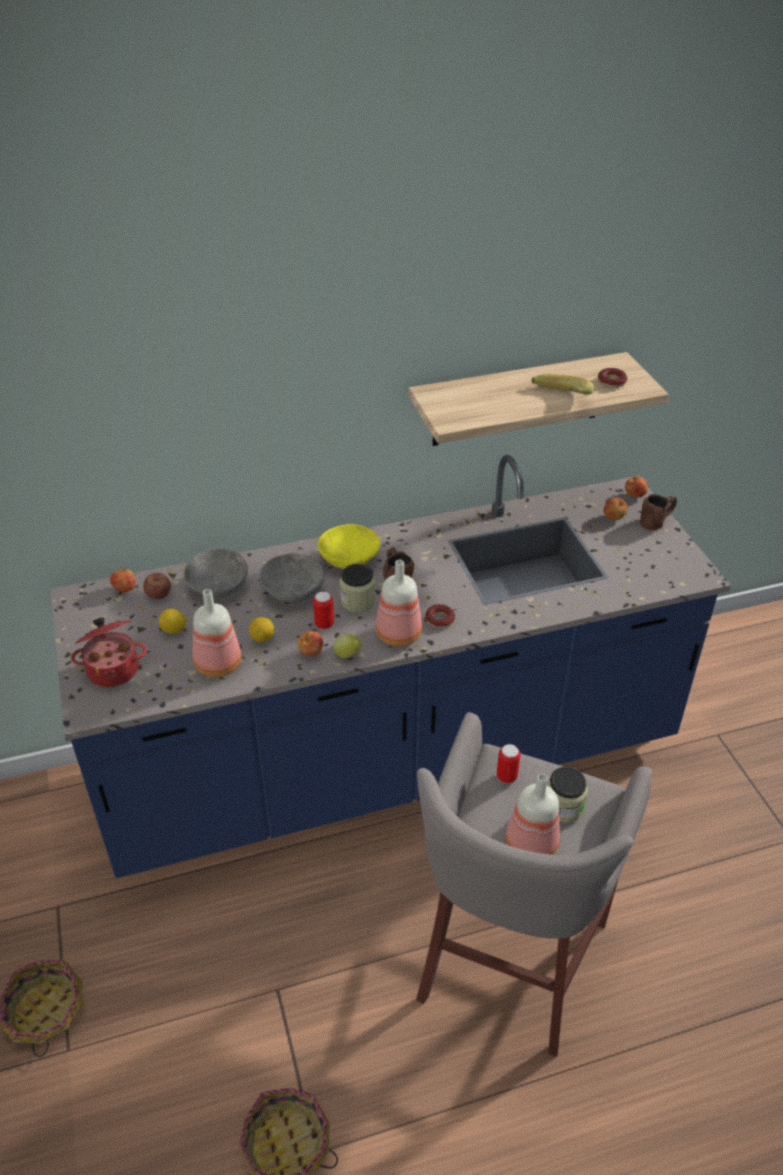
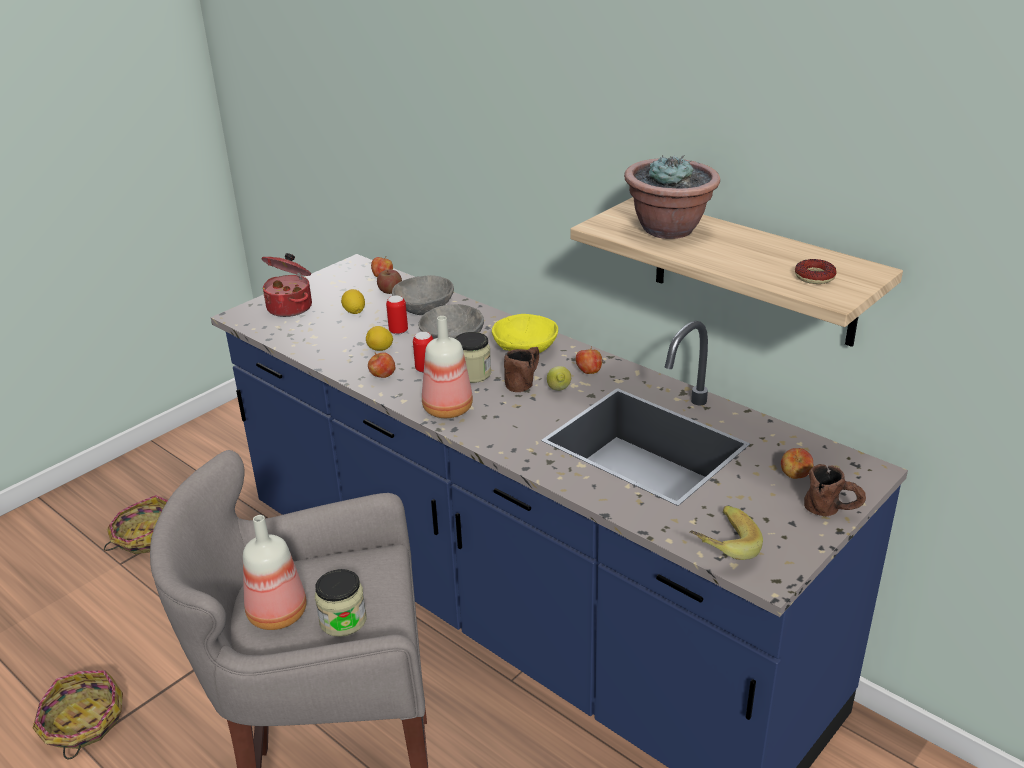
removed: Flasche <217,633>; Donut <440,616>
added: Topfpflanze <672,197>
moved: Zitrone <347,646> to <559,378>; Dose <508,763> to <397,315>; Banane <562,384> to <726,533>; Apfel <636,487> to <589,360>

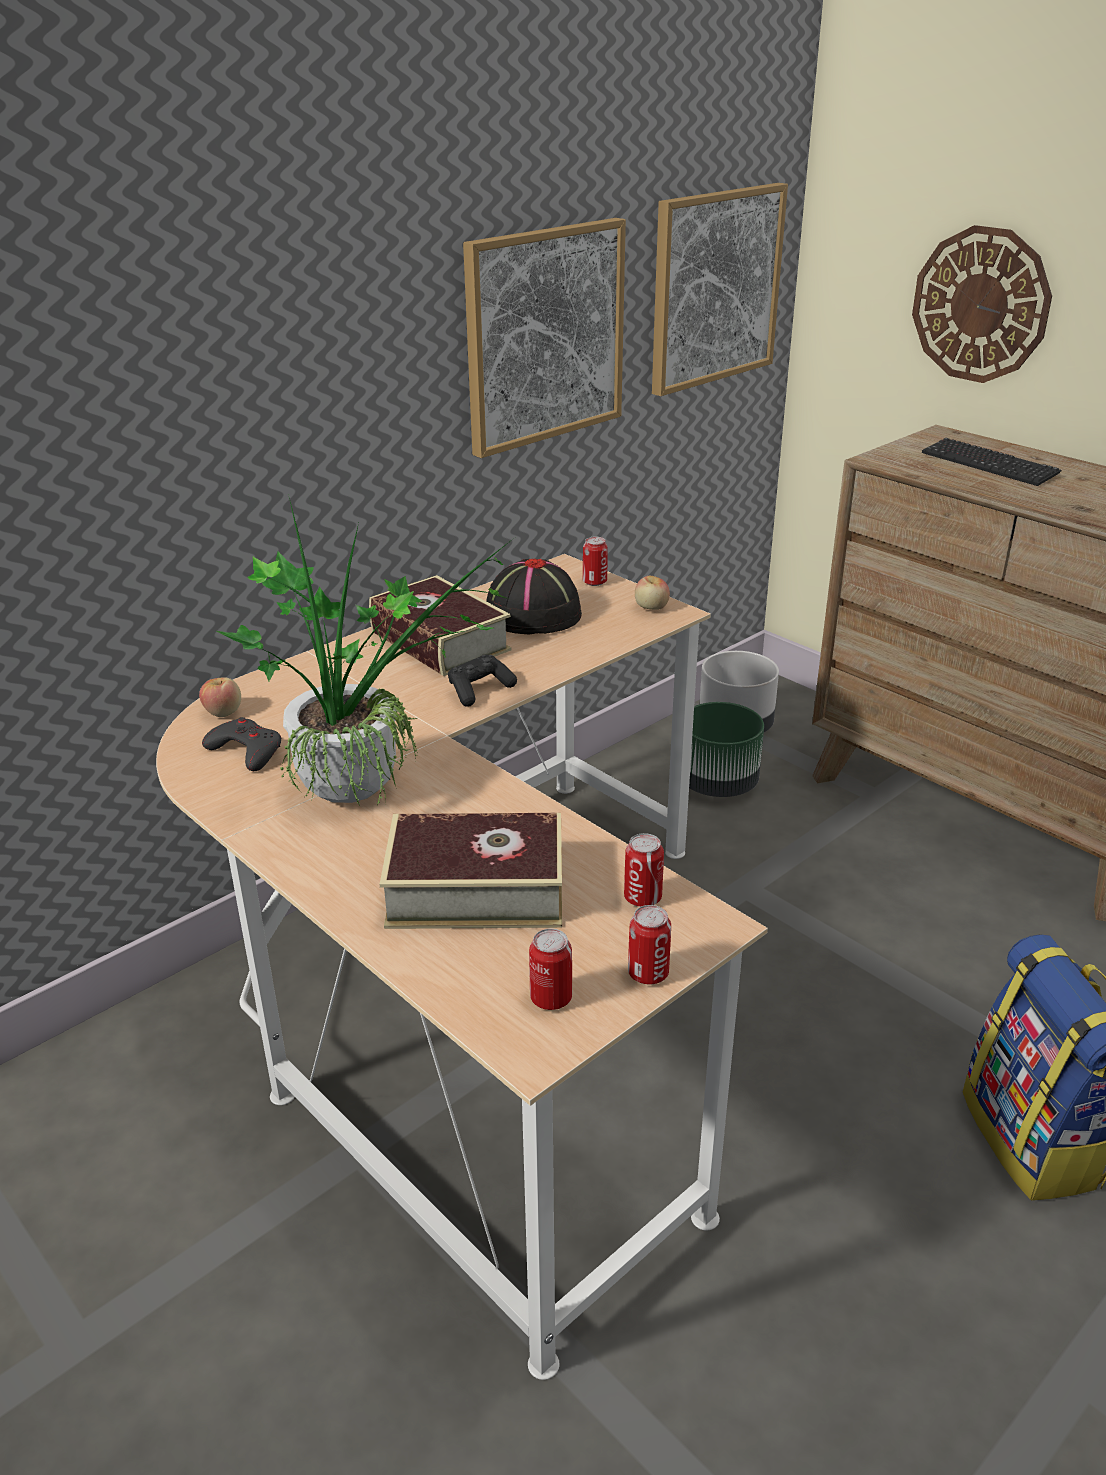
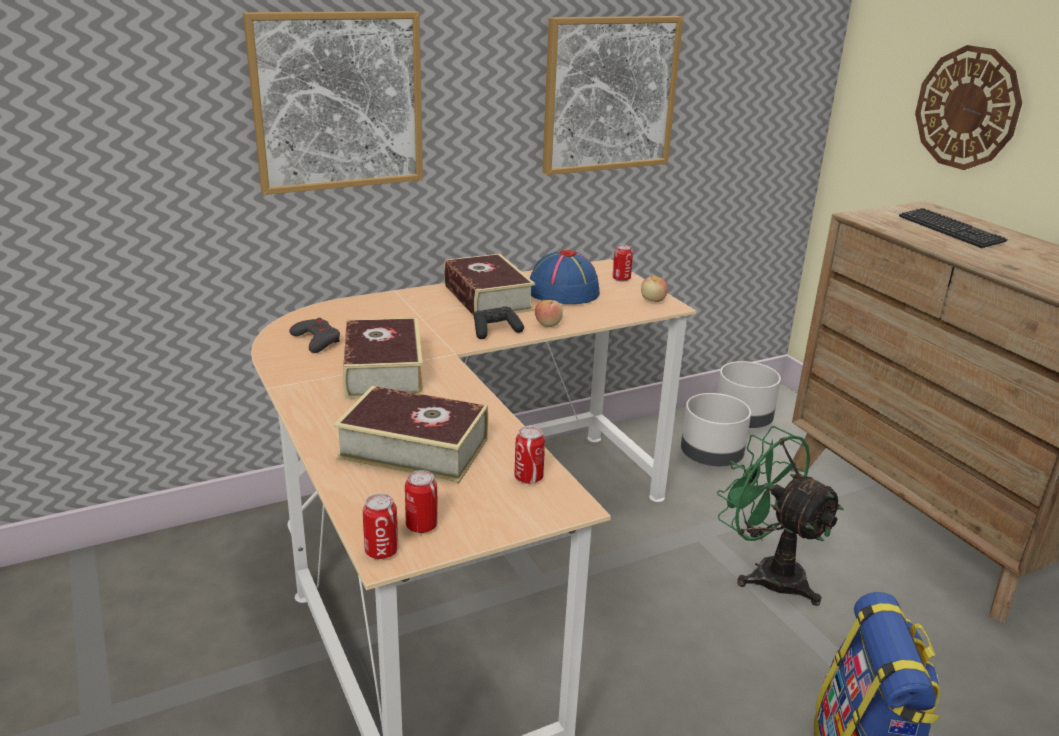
added: Ventilator [grün] <780,516>
moved: Apfel <220,697> to <549,313>; Dose <649,944> to <380,526>; Bild <720,289> to <333,103>
replaced: Topfpflanze <364,650> to Buch <383,358>
recoloured: Hut [schwarz] <534,596> to Hut [blau] <565,277>; Pflanzkübel [grün] <726,749> to Pflanzkübel [grau] <716,429>

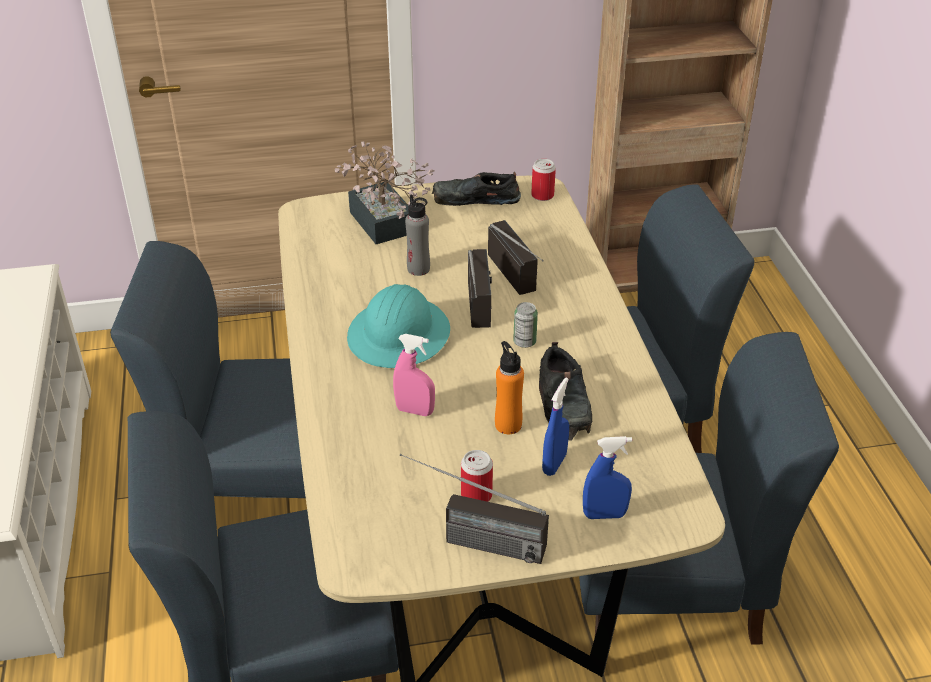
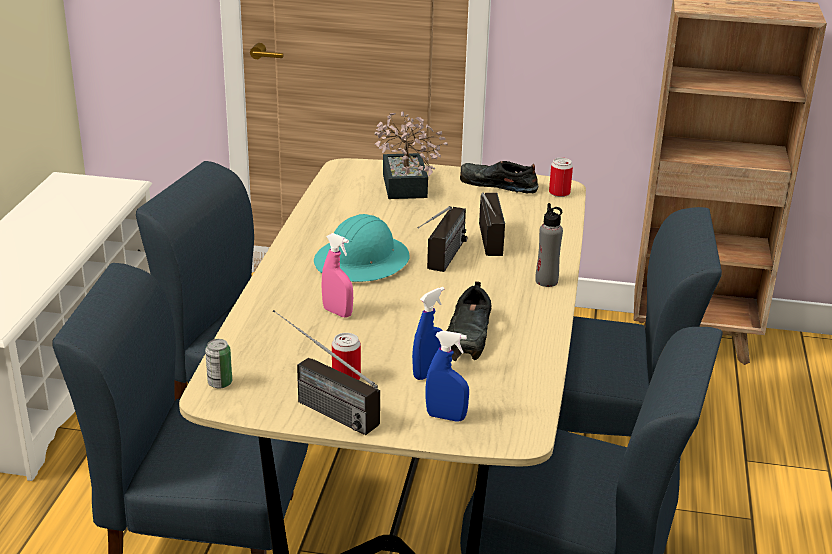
removed: Flasche [orange] <509,387>
moved: Flasche [grau] <417,235> to <549,245>; Dose <525,325> to <218,364>

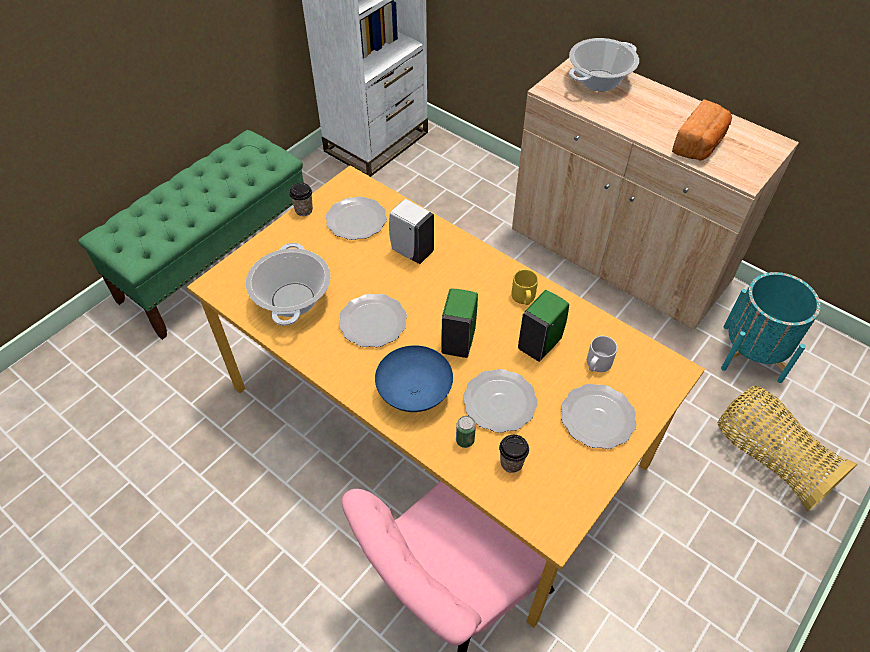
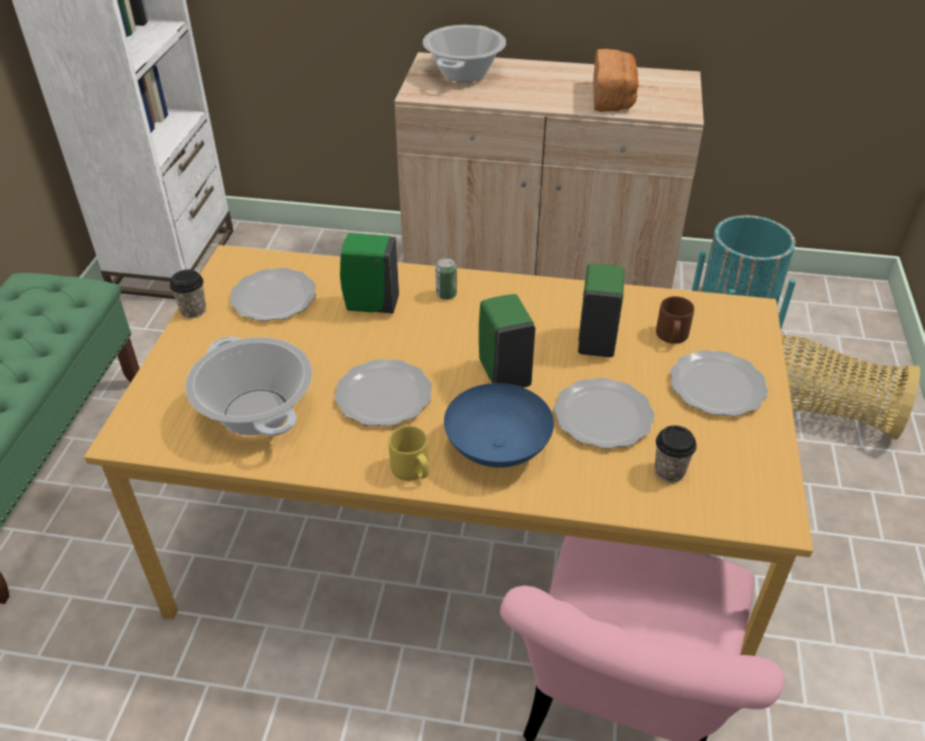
moved: Dose <466,432> to <446,278>; Henkelbecher [gelb] <524,287> to <408,453>
recoloured: Seifenspender [weiß] <411,231> to Seifenspender [grün] <369,273>; Henkelbecher [grau] <602,354> to Henkelbecher [braun] <675,320>

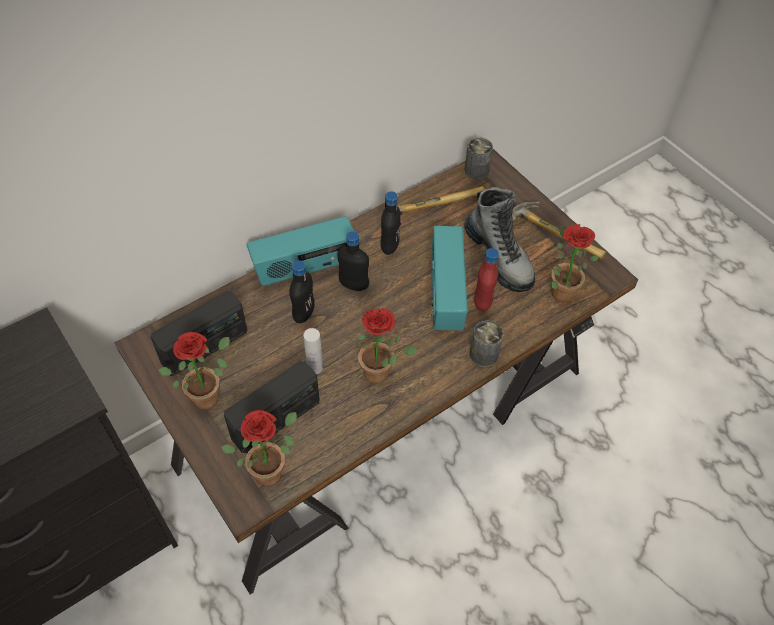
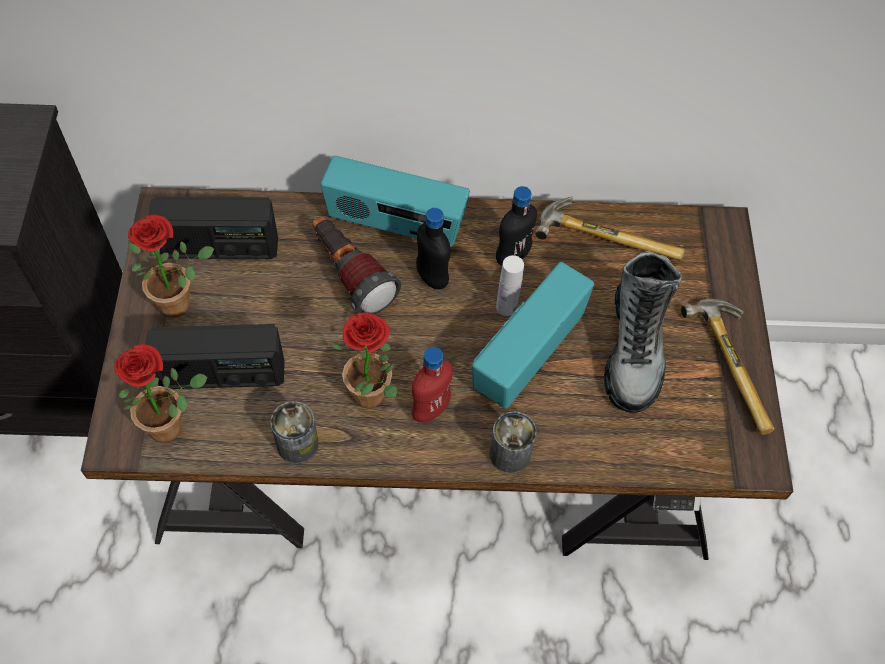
removed: Topfpflanze <575,263>
moved: Flasche [weiß] <313,351> to <510,285>; Dose <478,158> to <295,432>; Flasche [rot] <486,279> to <432,384>
replaced: Flasche [schwarz] <302,291> to Taschenlampe <356,266>

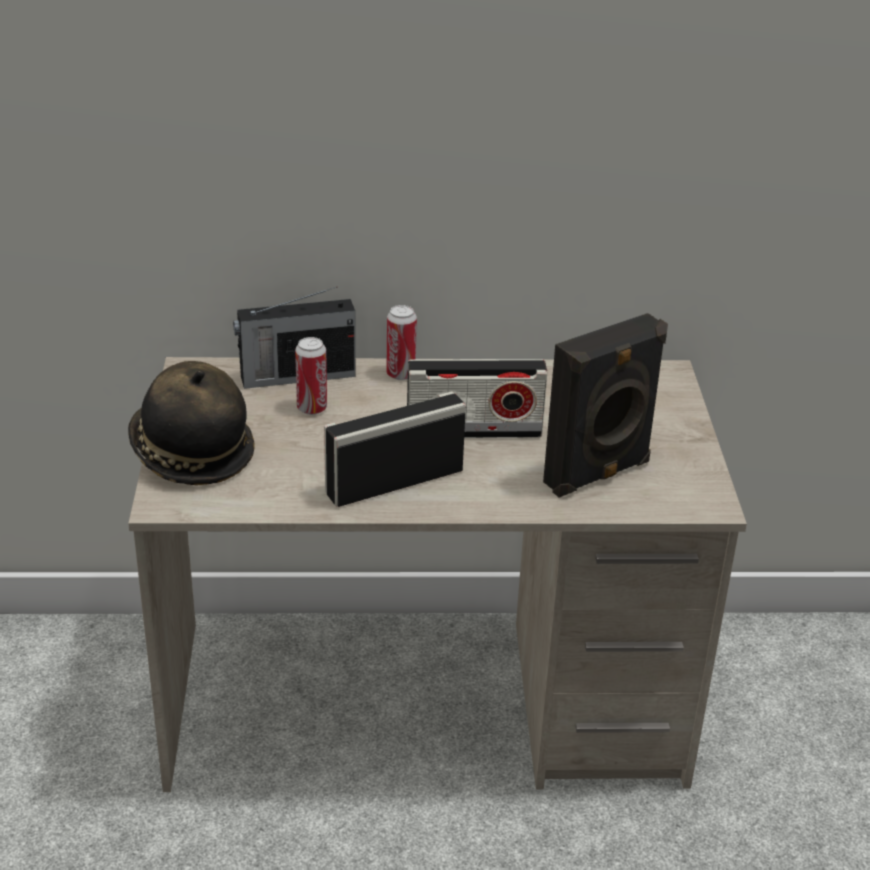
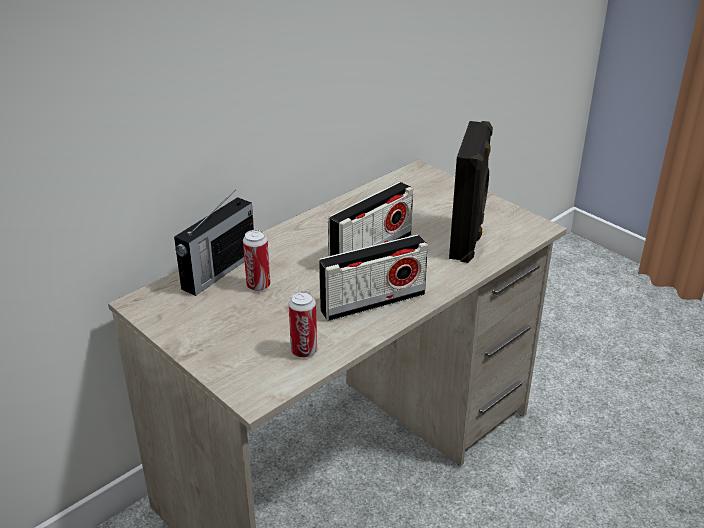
removed: Hut <191,423>
moved: Dose <401,342> to <302,324>
turned: Radio <395,449> = <373,277> 135 degrees counterclockwise

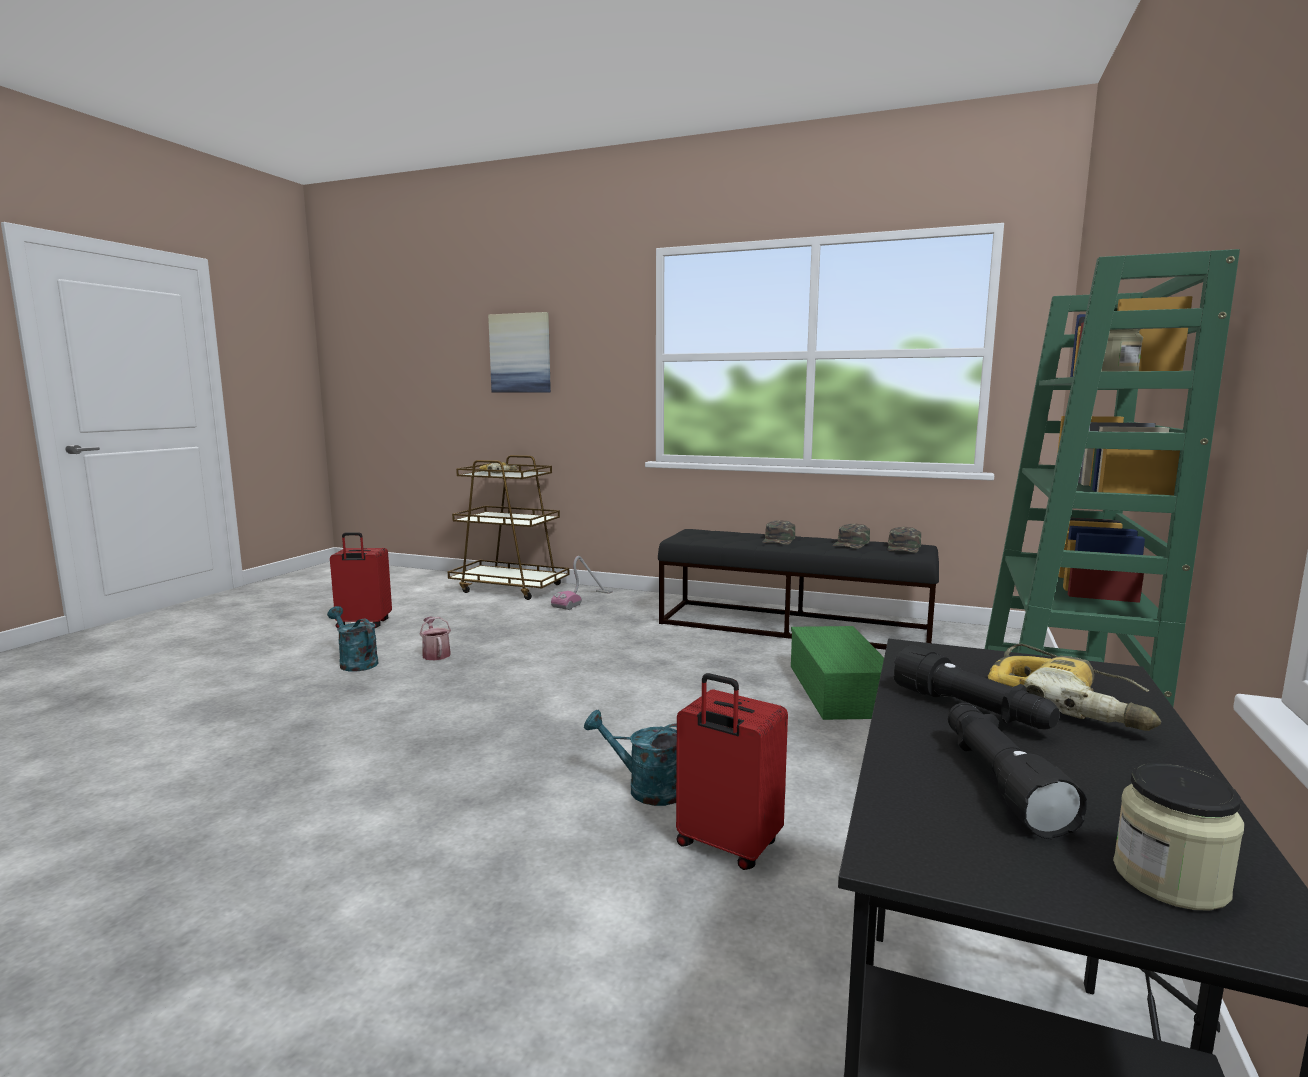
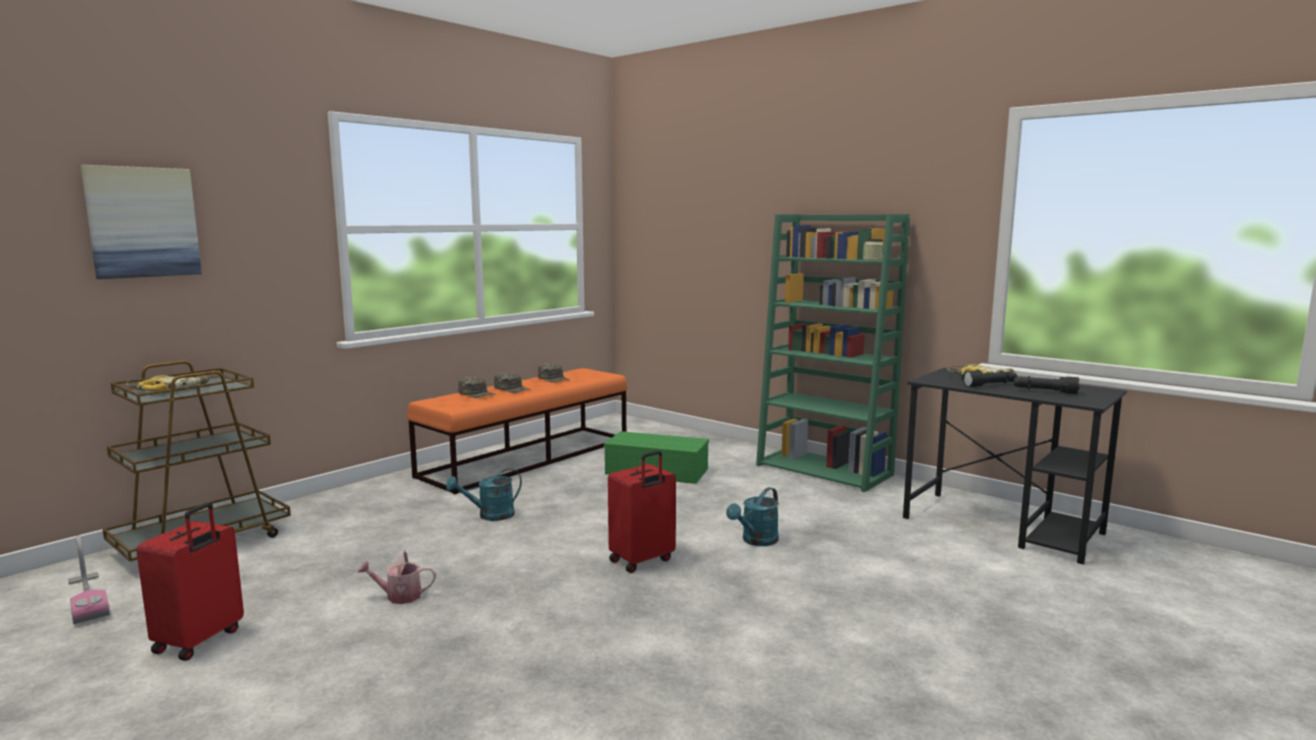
removed: Vorratsglas <1178,837>
moved: Gießkanne [türkis] <353,638> to <484,495>; Staubsauger <582,583> to <89,579>; Koffer [rot] <732,771> to <642,511>; Kappe [grün] <904,540> to <477,387>
recoloured: Bank [schwarz] <798,589> to Bank [orange] <517,431>

